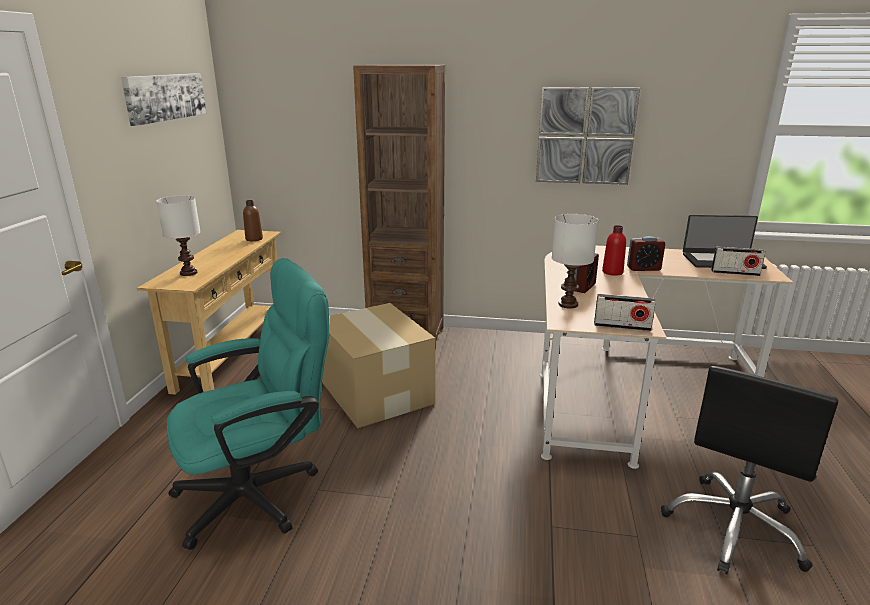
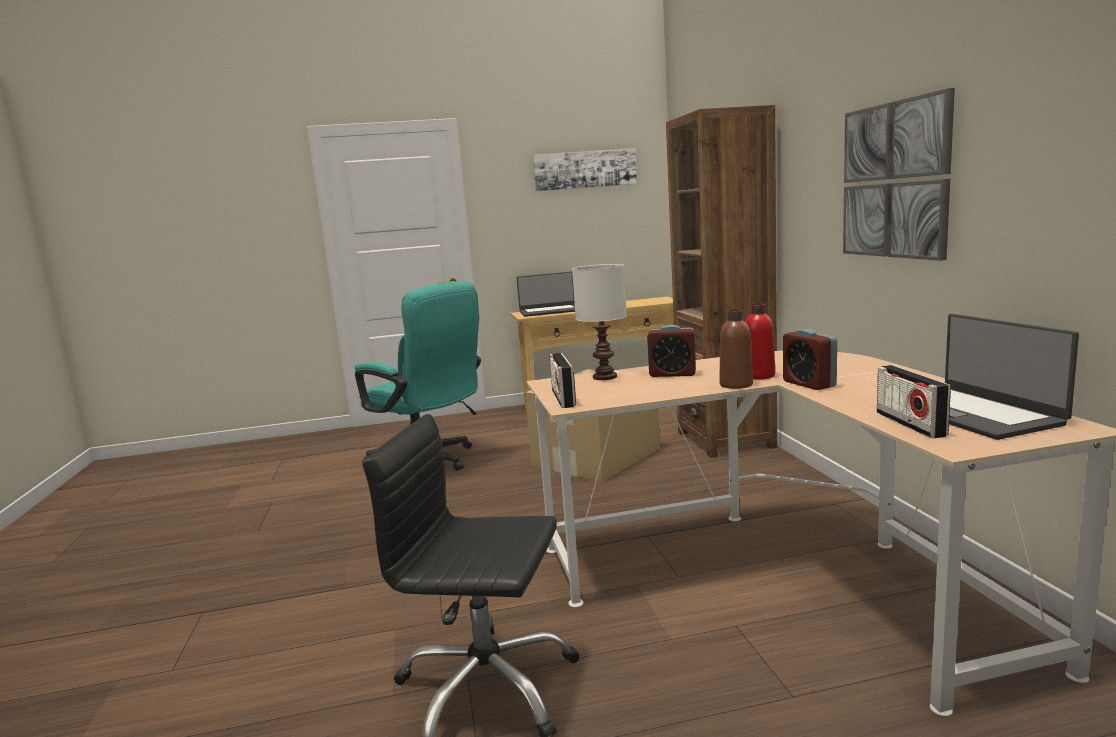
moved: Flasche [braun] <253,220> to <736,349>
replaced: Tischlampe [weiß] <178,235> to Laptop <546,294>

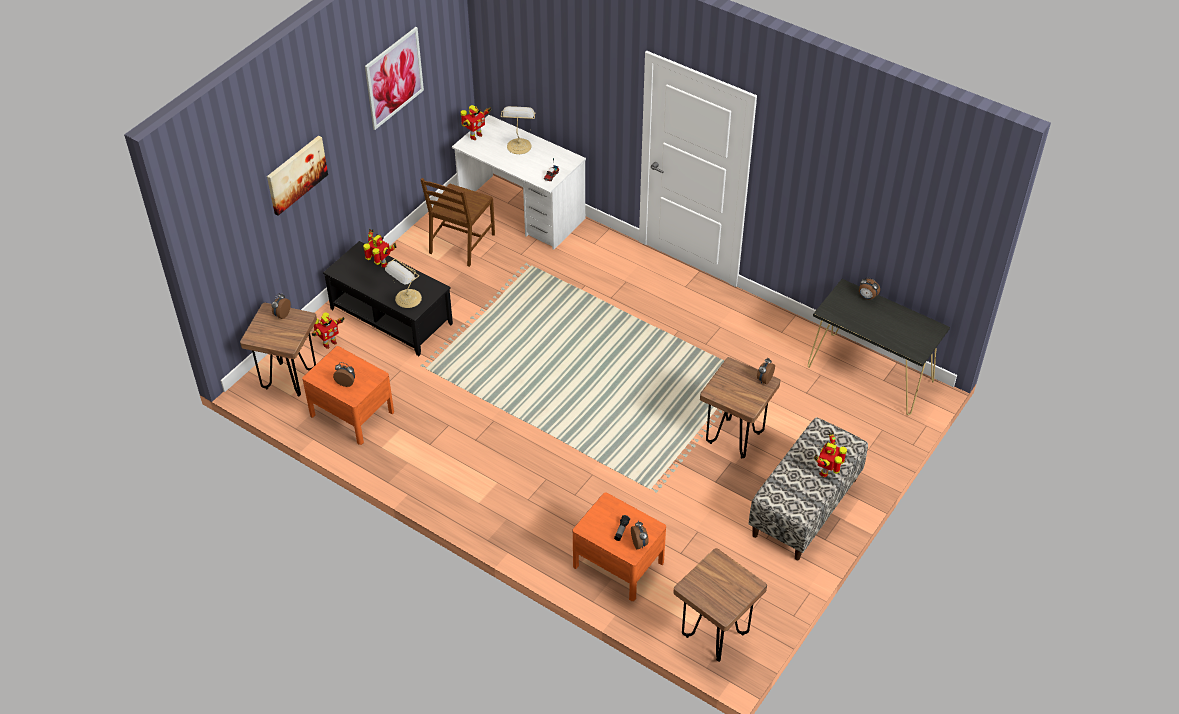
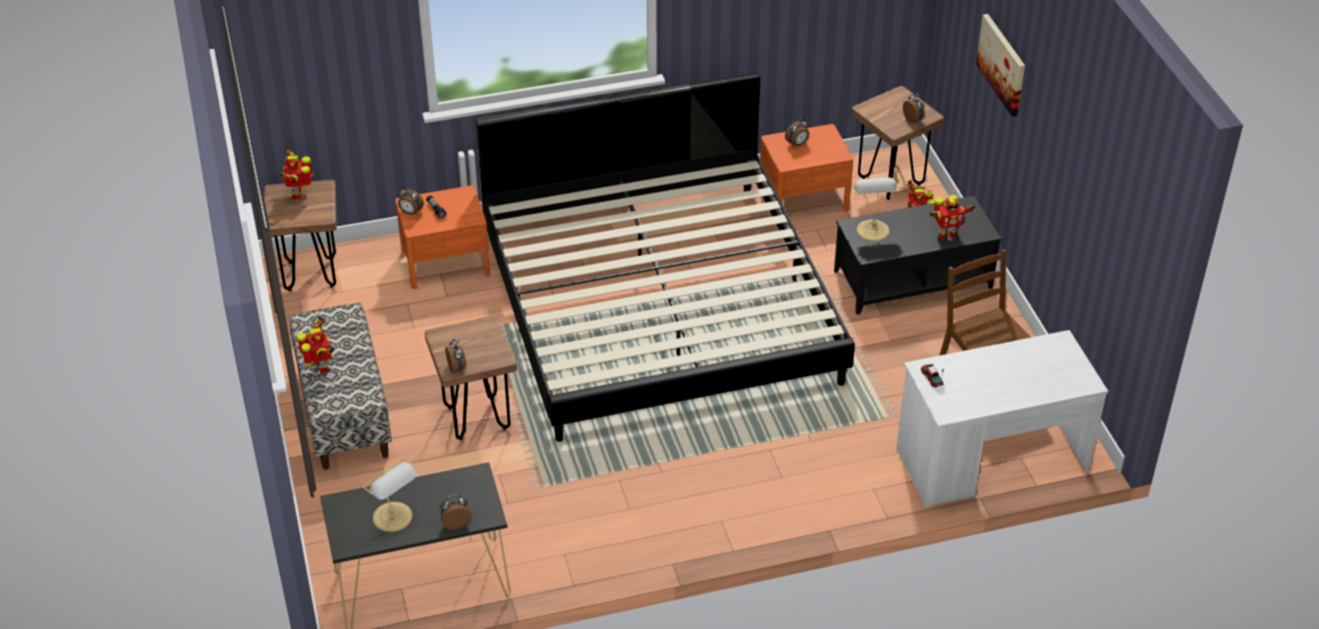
removed: Bild <394,78>
added: Bett <665,257>
moved: Spielzeugroboter <476,122> to <296,173>; Tischlampe <518,130> to <389,495>

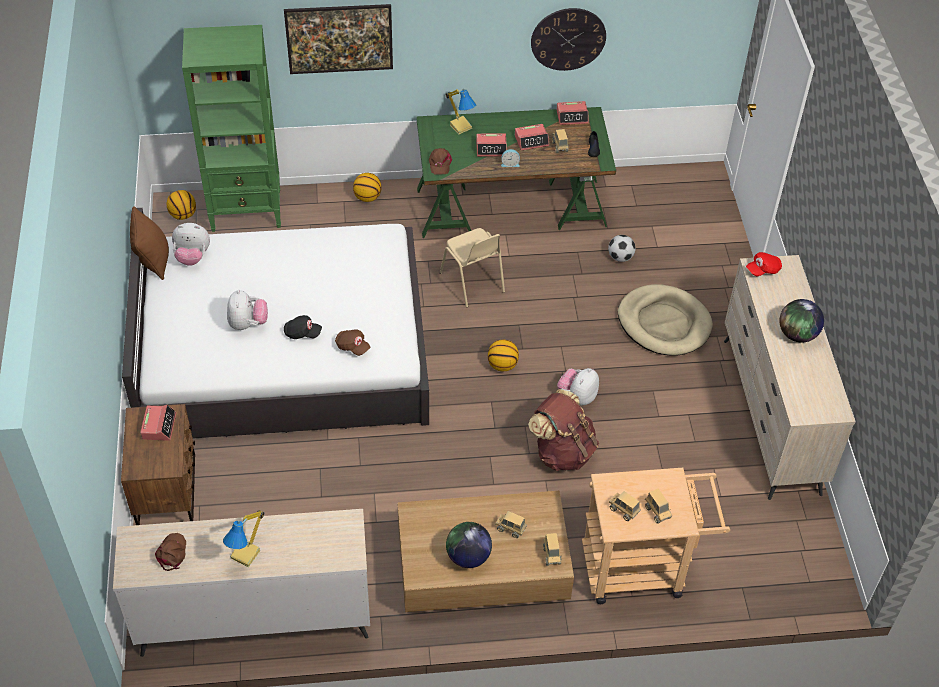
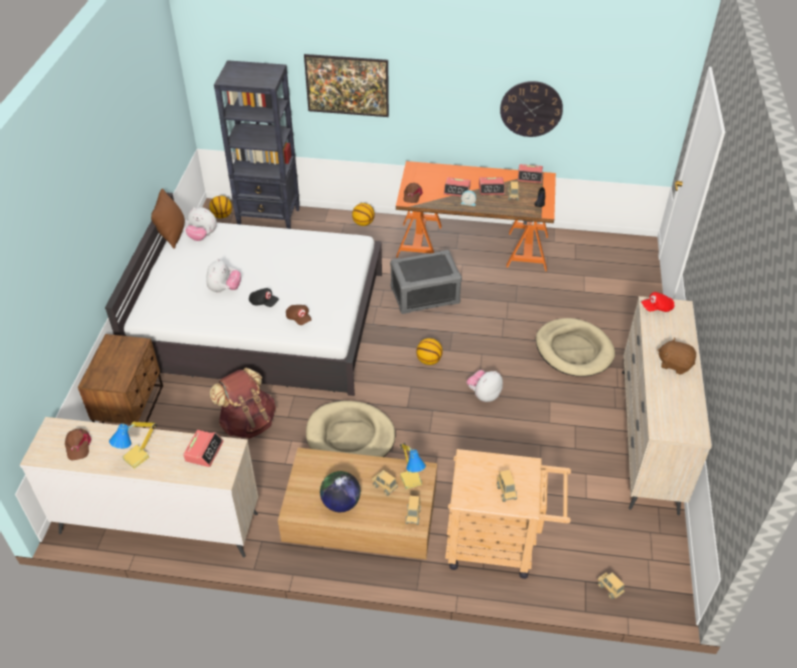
removed: Fußball <622,248>
added: Hundebett [beige] <350,429>
moved: Wecker <158,423> to <203,448>; Tischlampe <460,111> to <413,466>; Rucksack [braun] <563,430> to <243,403>; Spielzeuglaster <625,506> to <611,585>
replaced: Stuhl [beige] <472,268> to Aufbewahrungsbox [grau] <426,282>; Globus <802,321> to Plüschtier [braun] <677,356>
recoloured: Bücherregal [grün] <231,128> to Bücherregal [schwarz] <257,144>; Schreibtisch [grün] <516,172> to Schreibtisch [orange] <476,216>
turned: Kappe [braun] <170,552> = <78,445> 150 degrees clockwise

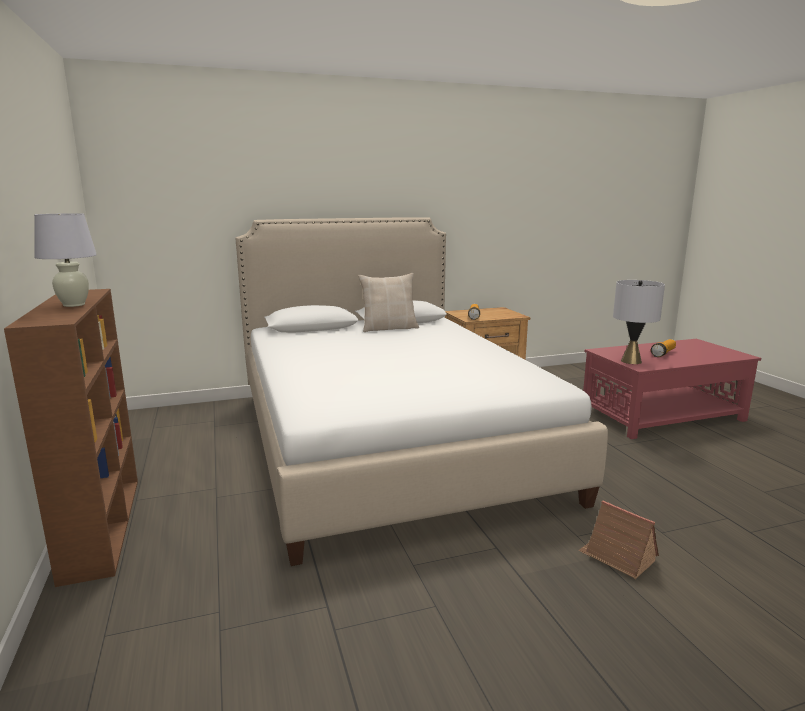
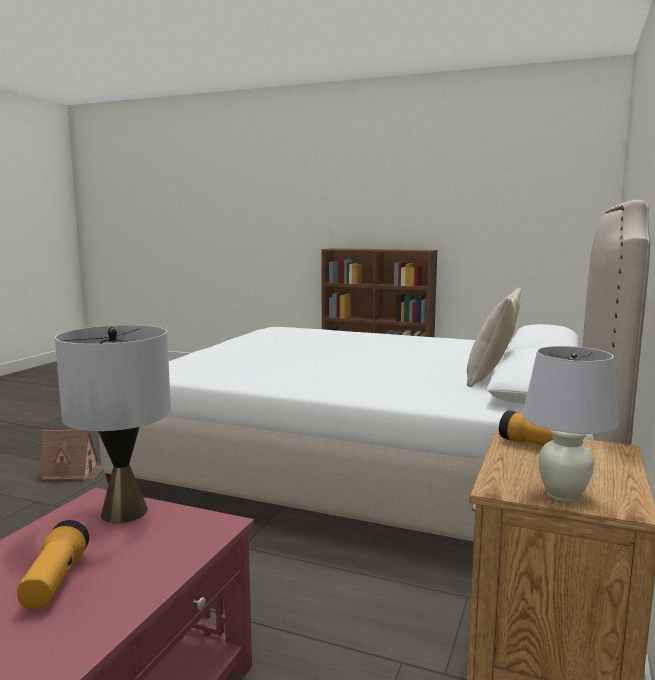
moved: Tischlampe [weiß] <65,260> to <570,424>

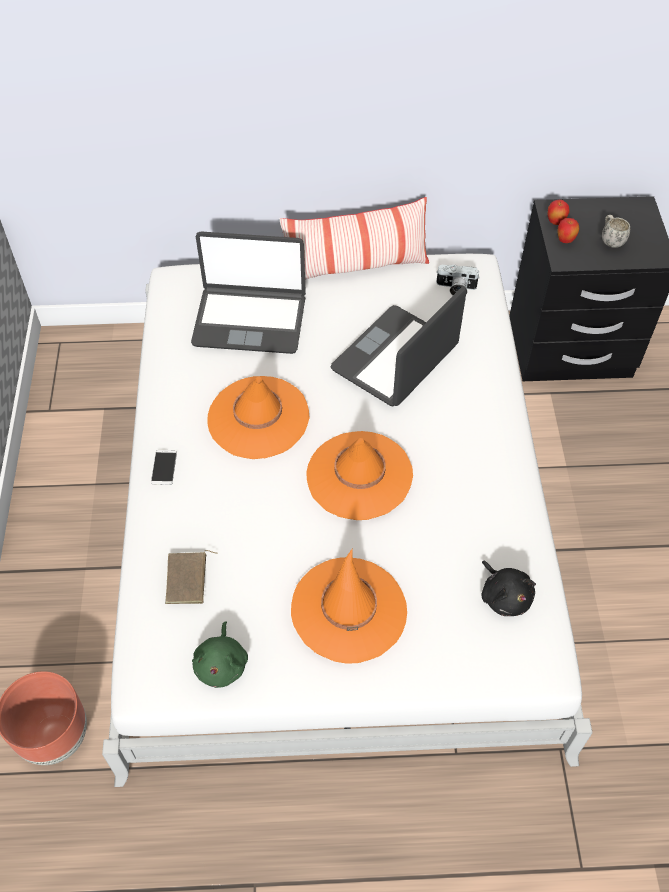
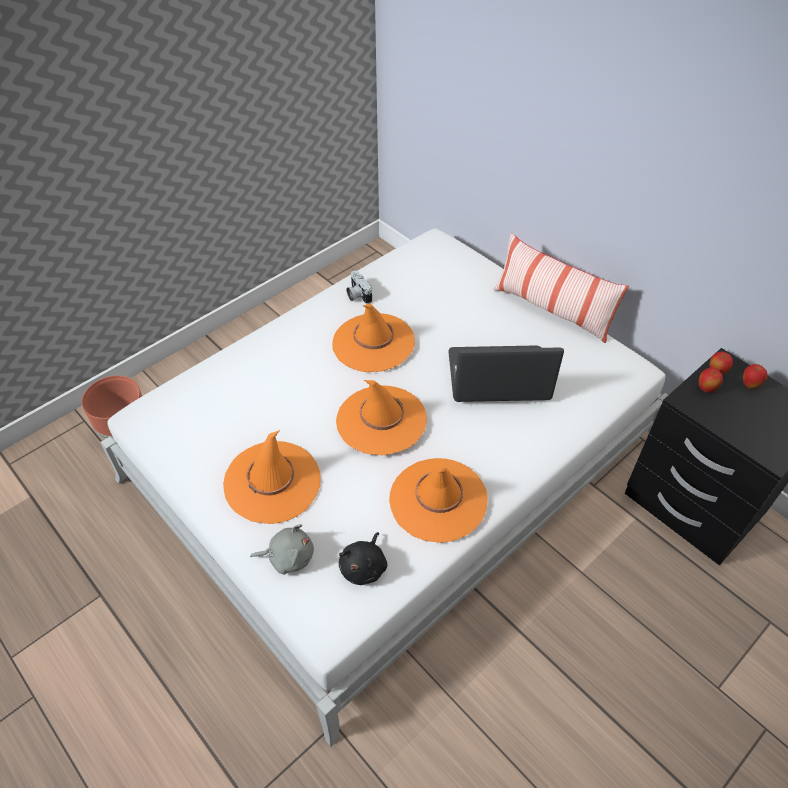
removed: Handy <164,467>; Buch [braun] <191,577>; Laptop <248,292>; Plüschtier [grün] <220,654>; Henkelbecher [weiß] <616,231>
added: Plüschtier [grau] <282,549>; Hut [orange] <438,500>; Apfel <755,376>
moved: Kamera <457,280> to <359,287>

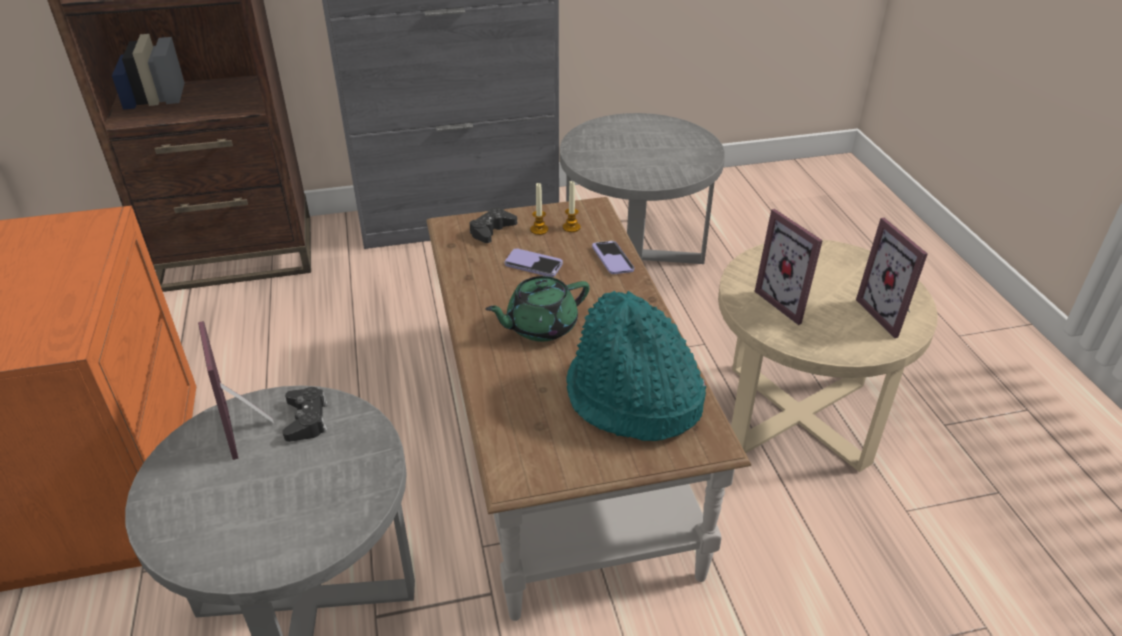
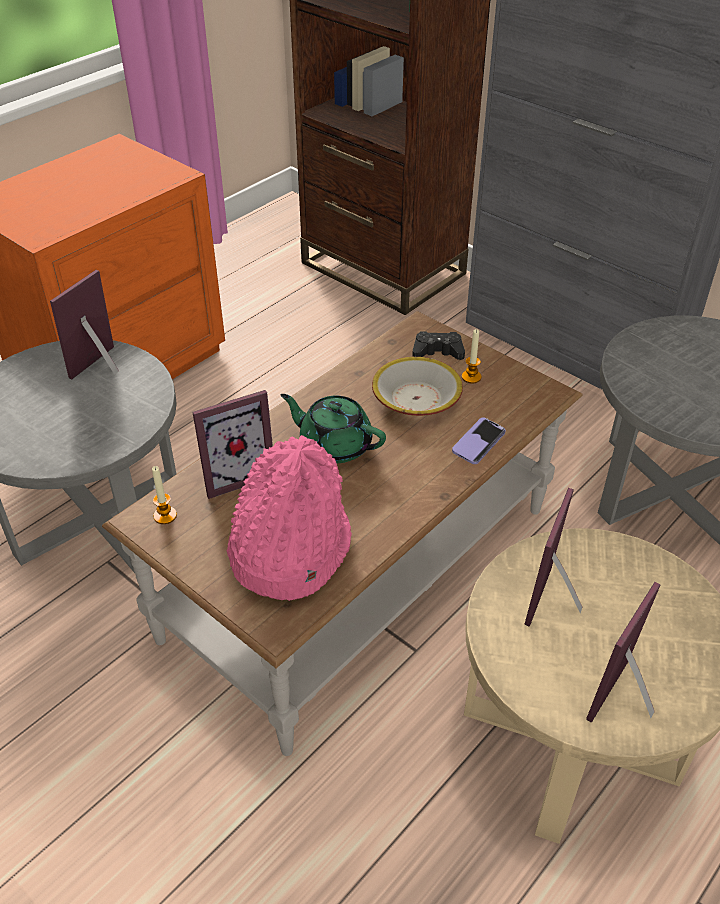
removed: Gamepad [schwarz] <304,414>
added: Bilderrahmen <233,444>
moved: Kerze <572,206> to <164,495>
replaced: Handy <534,262> to Schüssel <417,386>
recoloured: Hut [türkis] <637,366> to Hut [rosa] <289,518>

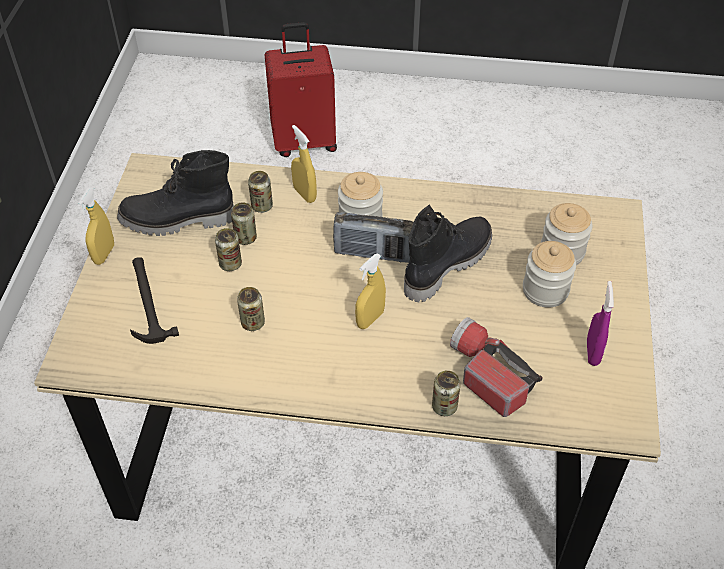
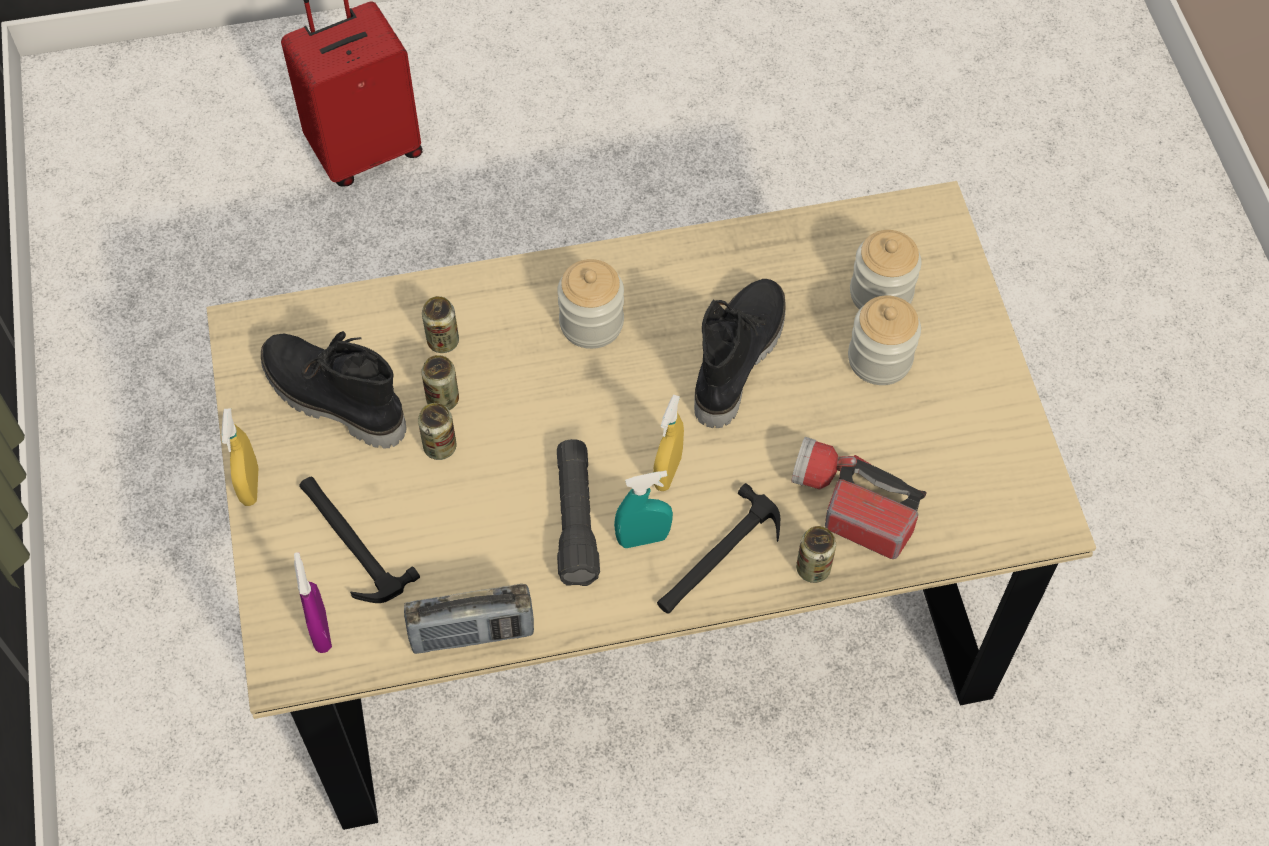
removed: Dose <251,309>; Sprühflasche [gelb] <304,164>
added: Taschenlampe [schwarz] <578,512>; Sprühflasche [türkis] <643,509>; Hammer <718,548>
moved: Radio <373,237> to <469,619>; Sprühflasche [lila] <600,323> to <313,602>
turned: Stiefel [schwarz] <175,193> = <334,390> 60 degrees clockwise

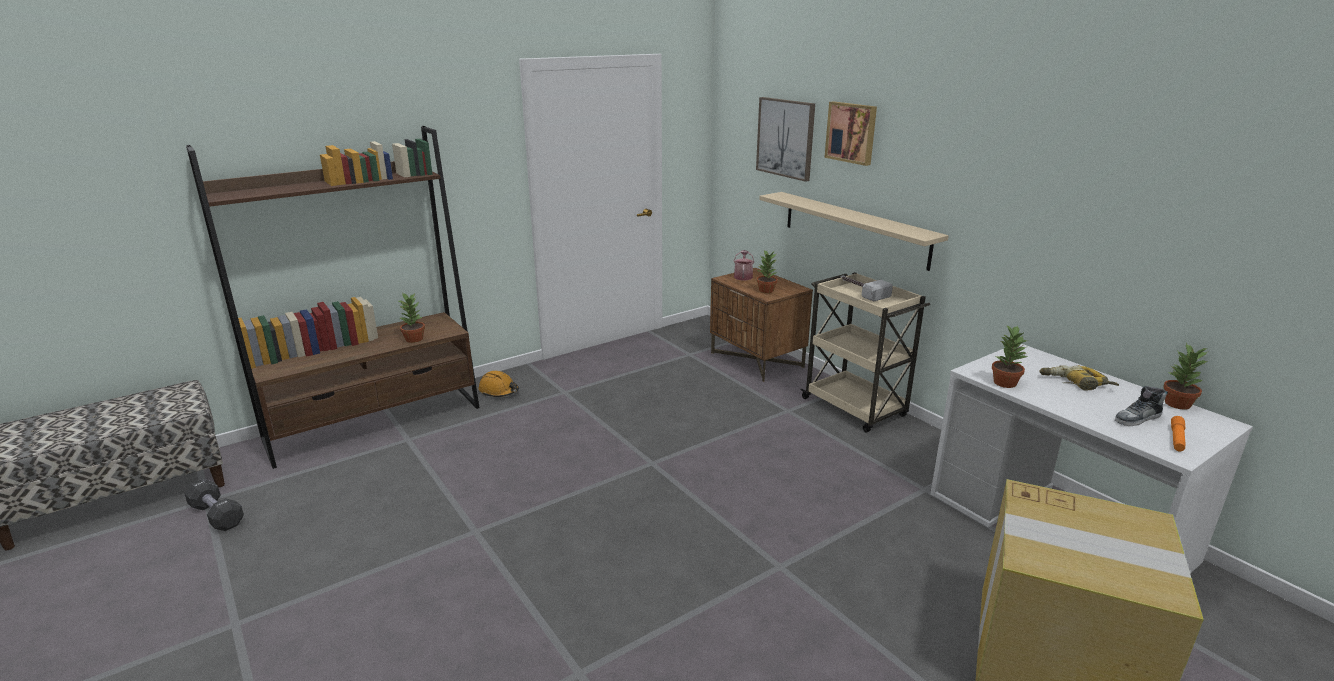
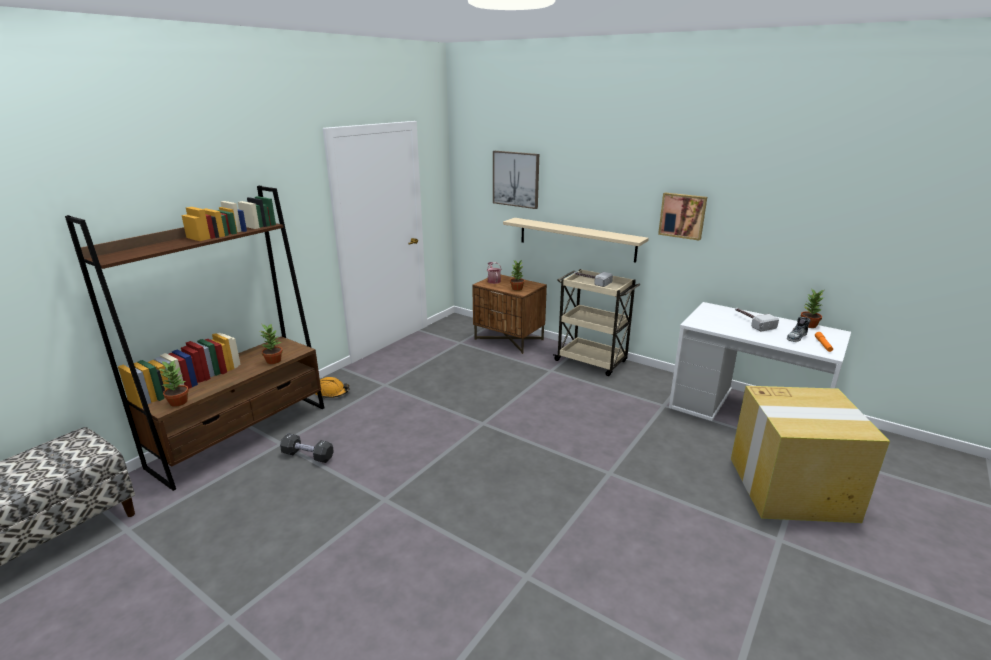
moved: Hantel [schwarz] <214,505> to <307,448>; Bild <850,133> to <682,217>; Topfpflanze <1010,356> to <173,383>
replaced: Bohrmaschine <1079,378> to Hammer <757,320>

